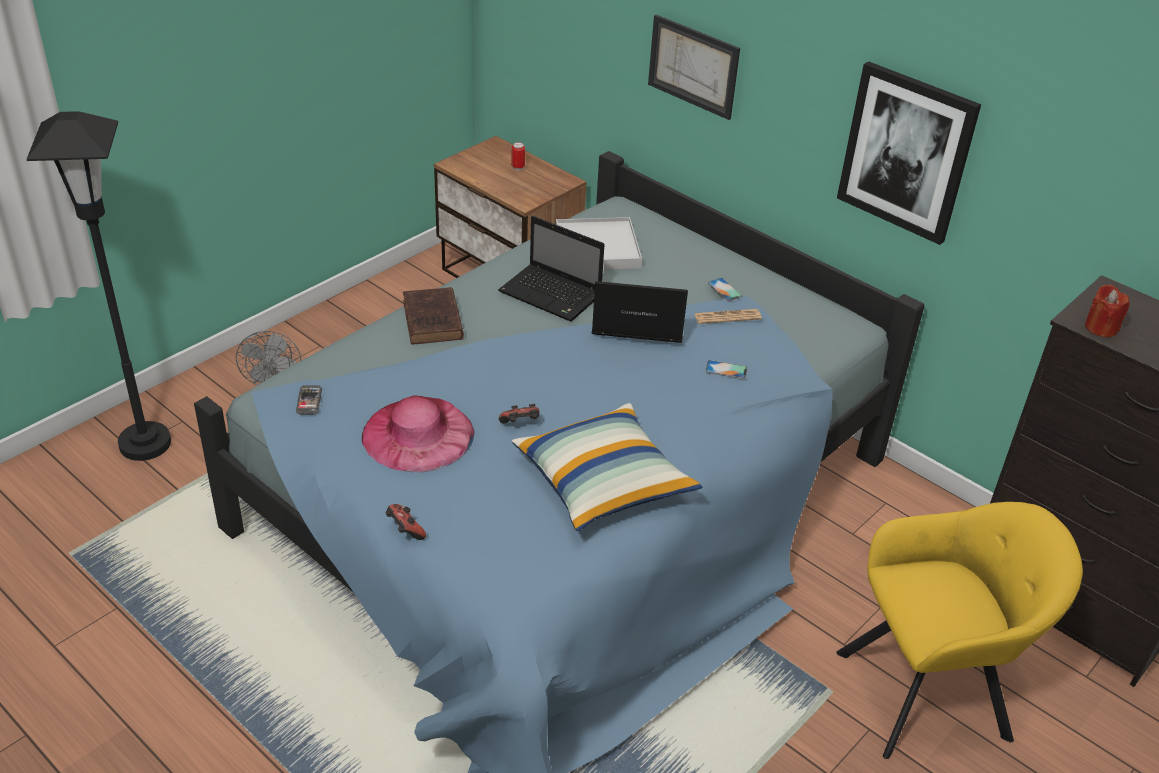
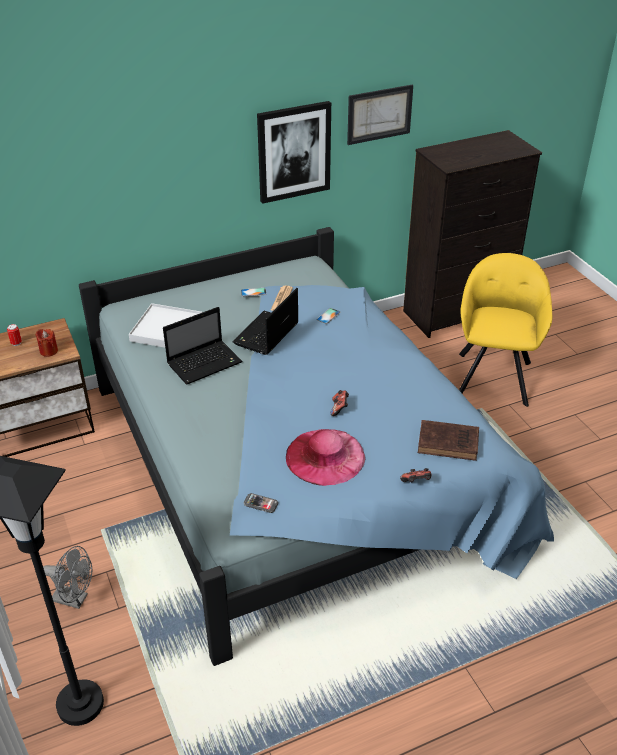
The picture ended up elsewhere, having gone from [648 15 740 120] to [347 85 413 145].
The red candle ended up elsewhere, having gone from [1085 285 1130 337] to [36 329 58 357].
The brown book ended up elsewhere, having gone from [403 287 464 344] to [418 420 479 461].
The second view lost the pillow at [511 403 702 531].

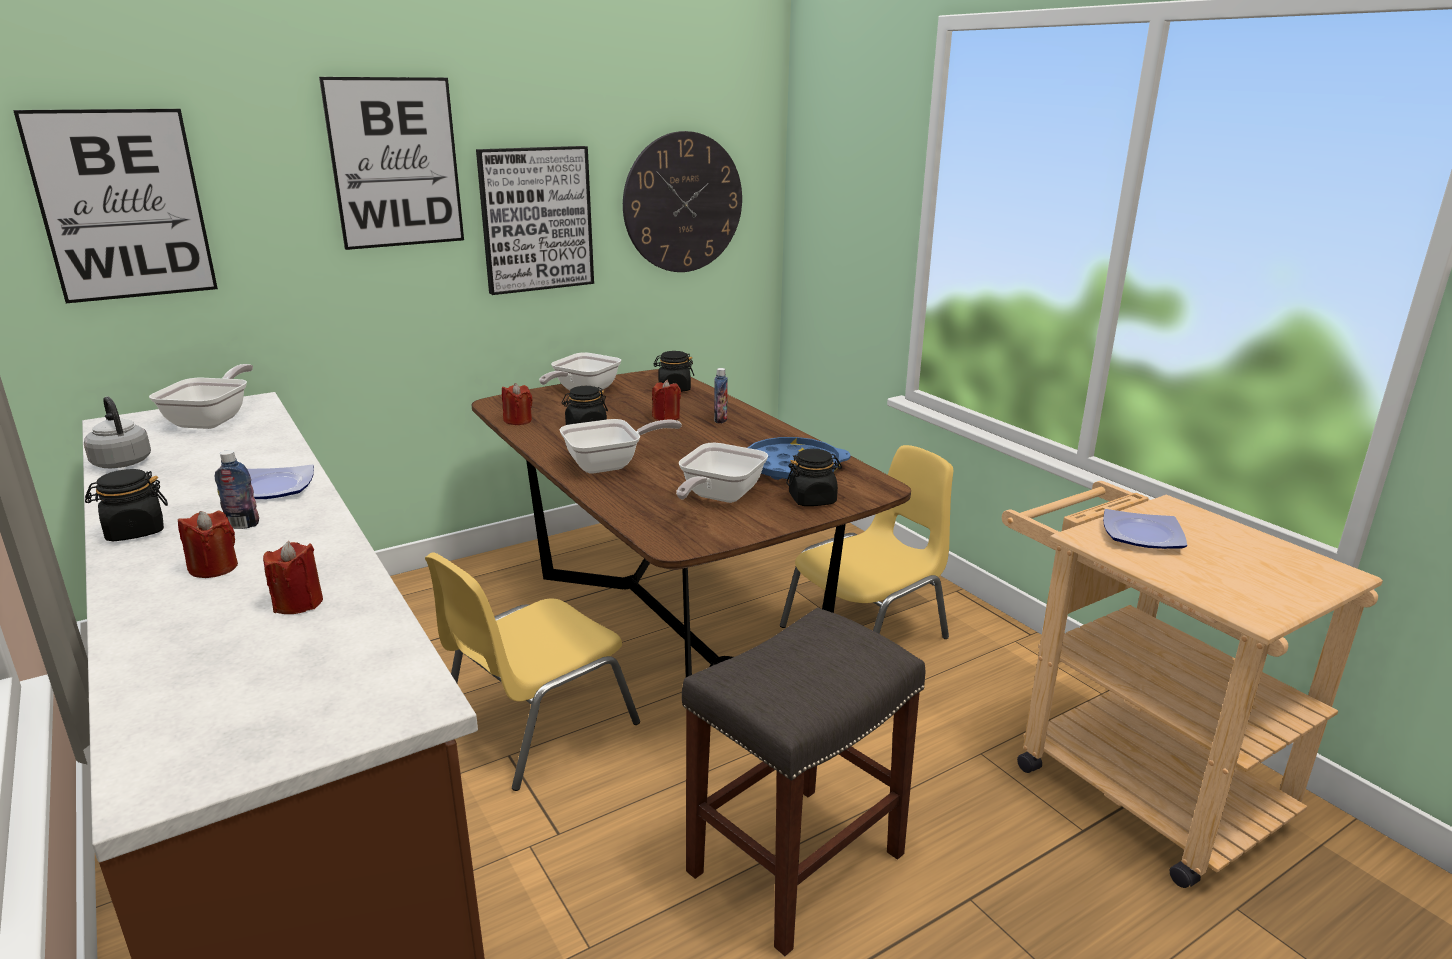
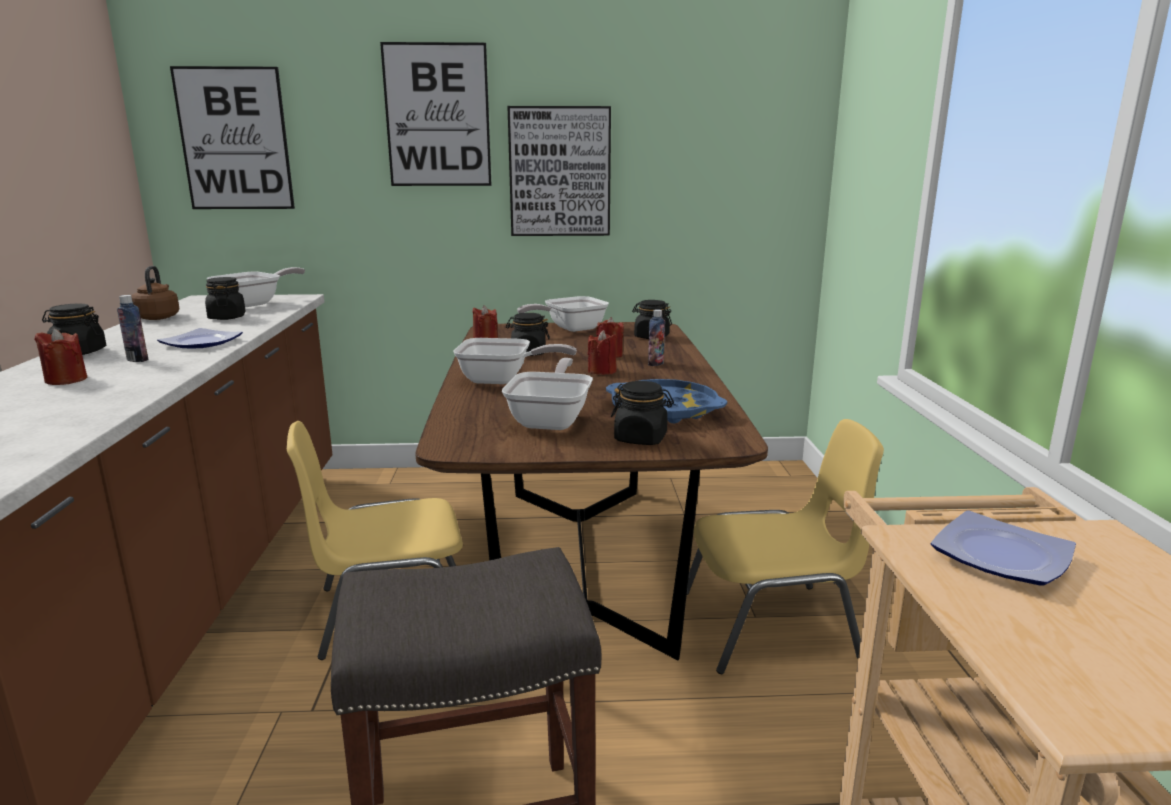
The second view lost the wall clock at [623 131 742 272].
What was the grey kettle at [84 396 151 468] turned into the brown kettle at [131 266 180 320].
The frying pan at [676 443 768 503] ended up facing another way, 135 degrees clockwise from before.
The red candle ended up elsewhere, having gone from [263 541 323 614] to [587 330 617 375].
The second view gained the black jar at [205 277 245 320].

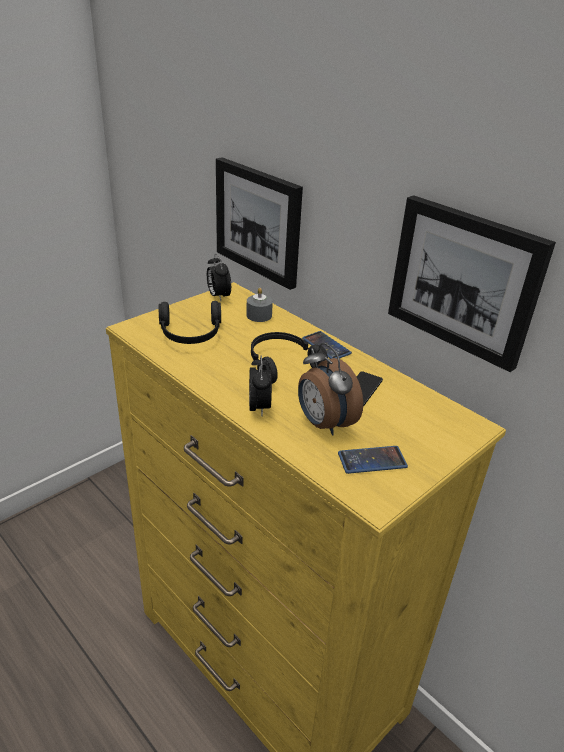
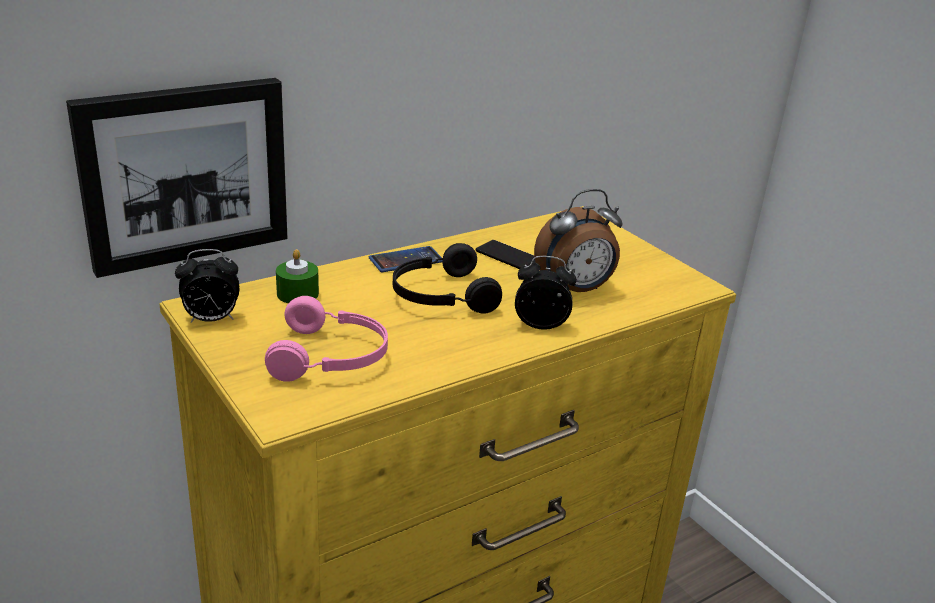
The second view lost the picture at [388 195 556 372].
What was the grey candle at [246 288 273 322] turned into the green candle at [276 249 319 303].
What was the black headphones at [159 301 221 344] turned into the pink headphones at [265 296 388 382].
The second view lost the phone at [338 446 408 474].

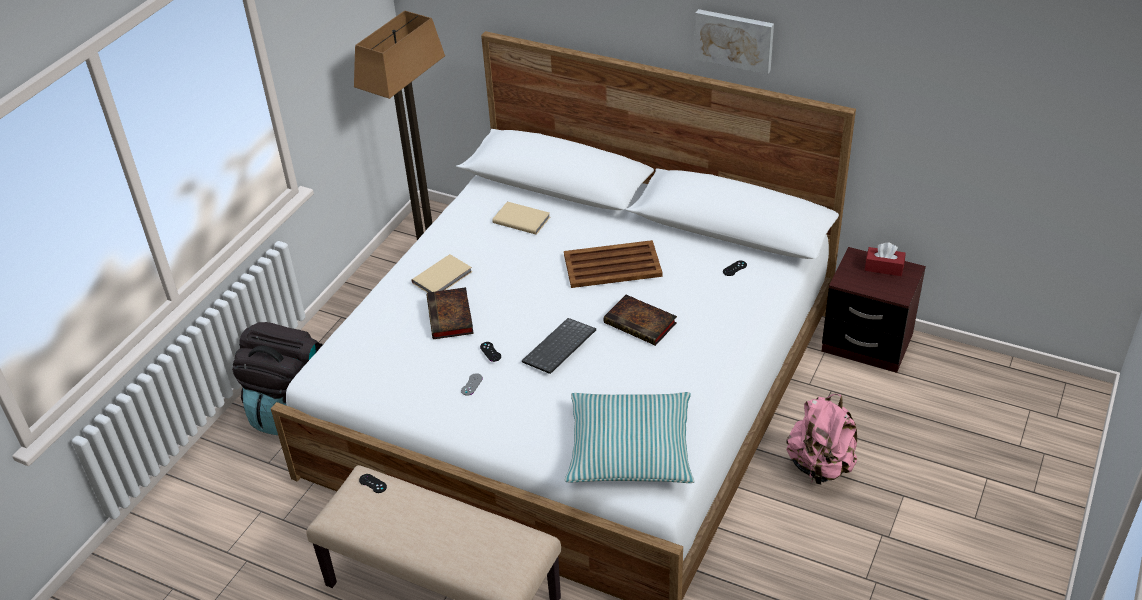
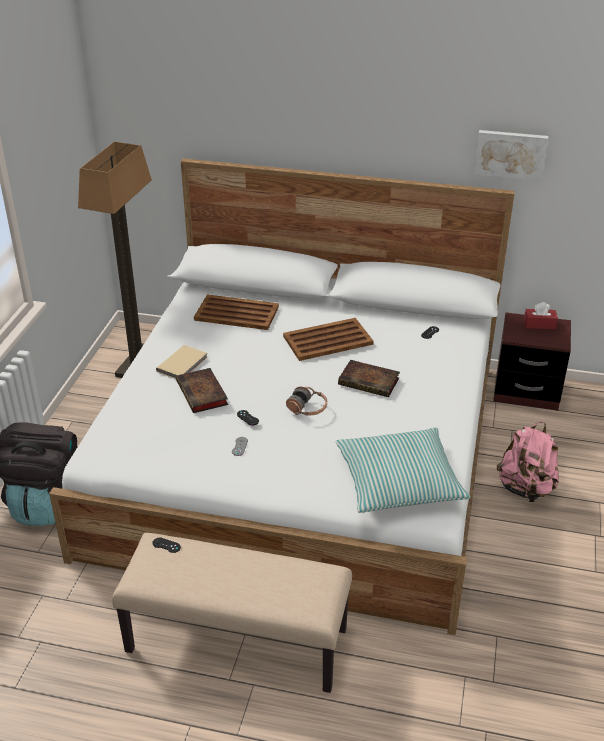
The picture ended up elsewhere, having gone from [694 9 774 74] to [474 130 548 181].
Where the beige book stood at [492 201 550 235], the brown tray came to stand at [194 294 279 330].
Where the keyboard stood at [522 318 596 374], the headphones came to stand at [286 387 327 416].

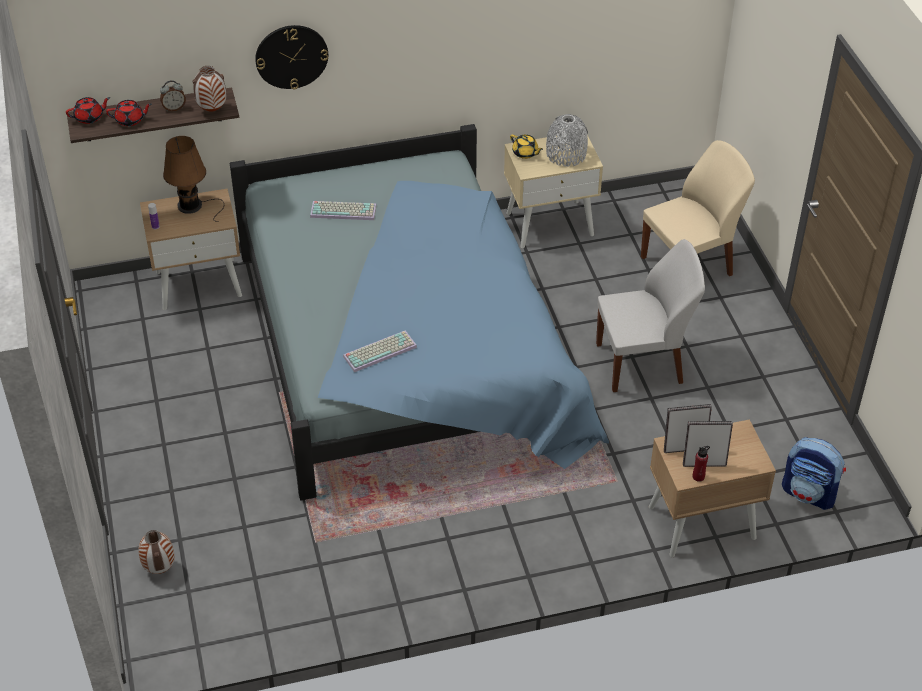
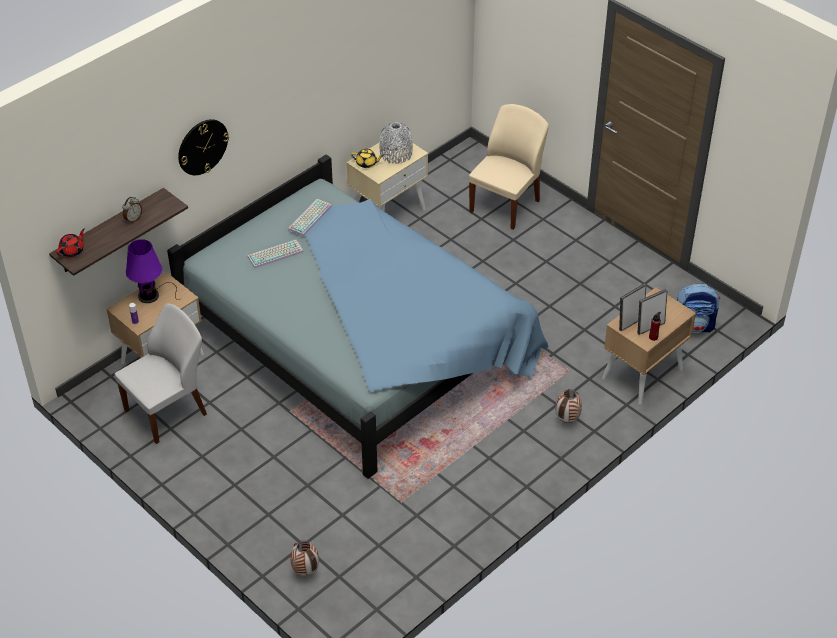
The vase ended up elsewhere, having gone from [192 66 226 112] to [556 389 582 423].
The second view lost the red teapot at [106 100 152 126].
What was the brown table lamp at [163 136 224 222] turned into the purple table lamp at [126 239 180 303].
The white chair ended up elsewhere, having gone from [596 239 705 392] to [115 303 207 444].
The keyboard ended up elsewhere, having gone from [343 330 417 372] to [288 199 332 236].

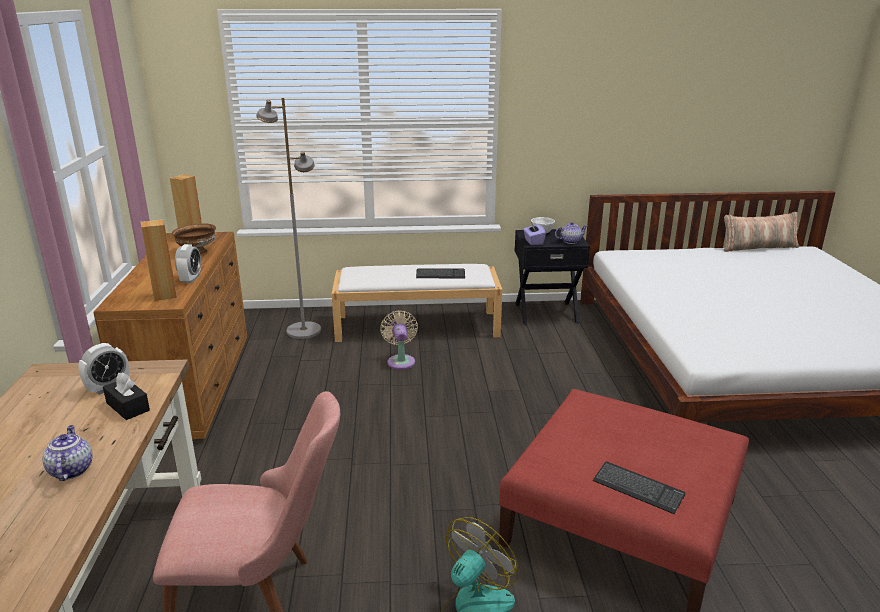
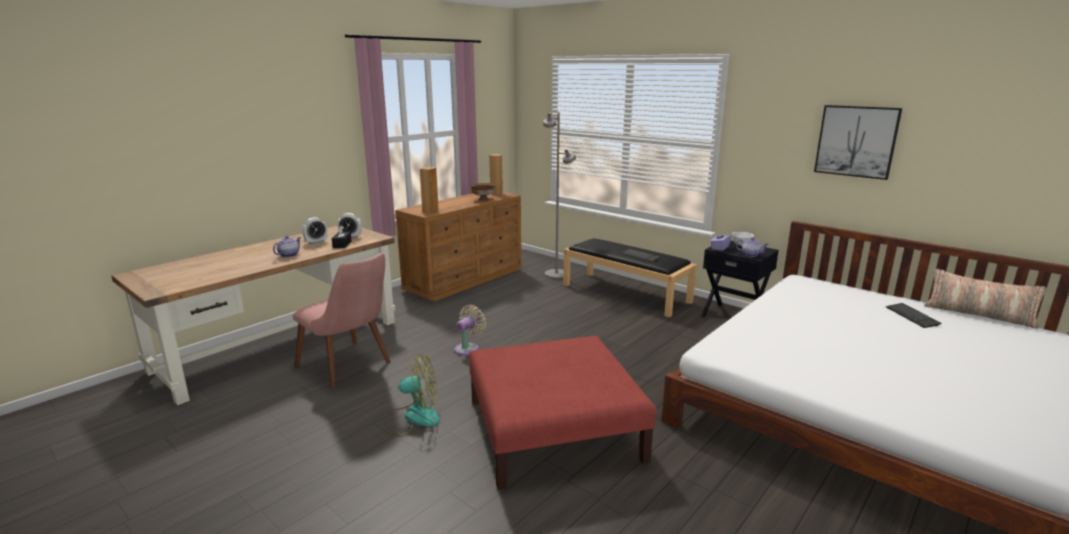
The alarm clock ended up elsewhere, having gone from [175 244 201 283] to [302 217 328 244].
What was the white bench at [331 264 502 342] turned into the black bench at [563 238 697 317].
The beige fan ended up elsewhere, having gone from [380 311 418 370] to [454 305 486 356].
The keyboard ended up elsewhere, having gone from [593 462 686 514] to [886 303 942 328].
The second view gained the picture at [814 105 902 180].

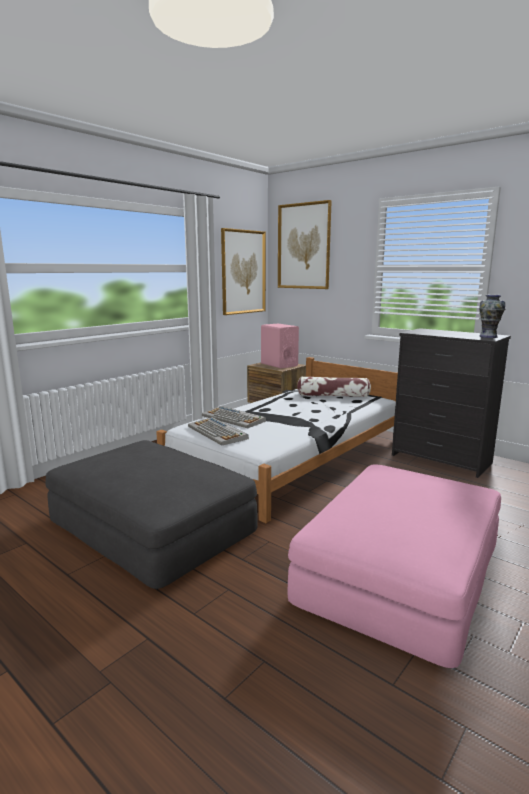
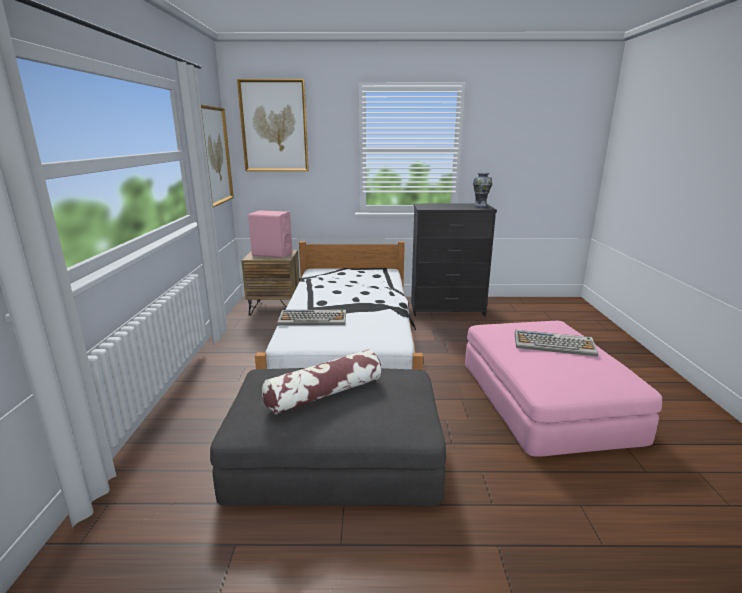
The pillow ended up elsewhere, having gone from [297 377 371 397] to [262 349 382 414].
The keyboard ended up elsewhere, having gone from [188 417 249 446] to [515 330 598 357].

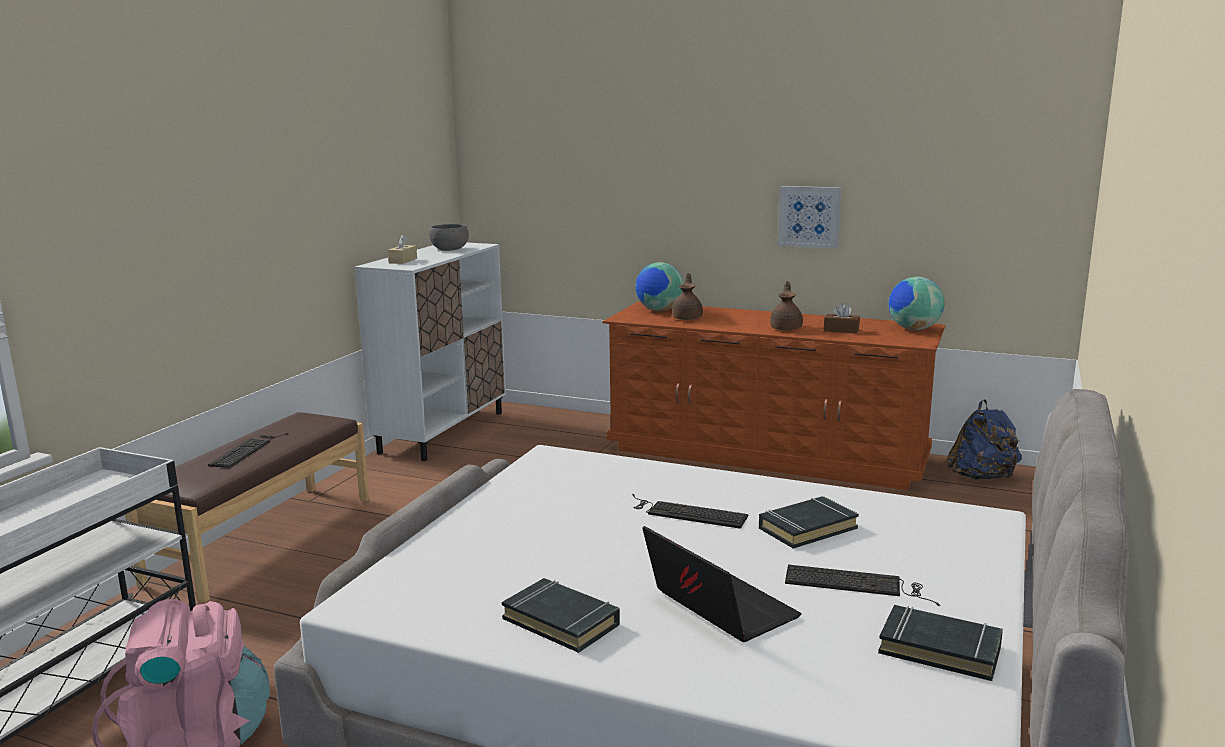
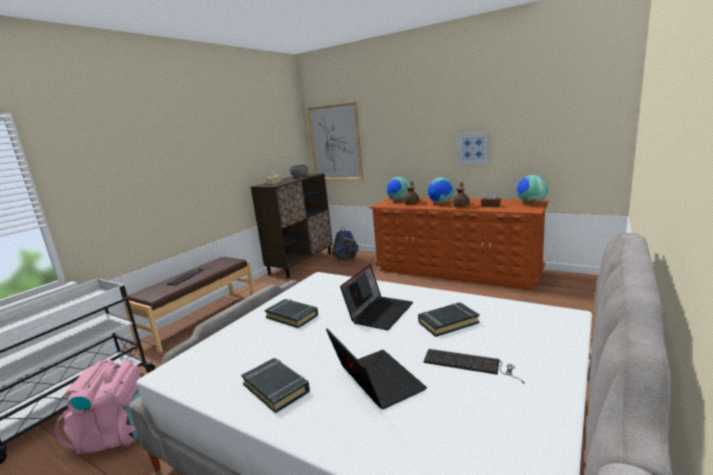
What was the white cabinet at [355 243 506 461] turned into the brown cabinet at [251 173 333 278].
The blue backpack ended up elsewhere, having gone from [947 400 1022 480] to [332 227 359 260].
Where the keyboard stood at [632 494 748 529], the laptop came to stand at [340 264 413 330].
The black book ended up elsewhere, having gone from [878 605 1003 681] to [265 299 318 328].
The second view gained the picture at [307 102 363 179].
The second view gained the globe at [428 177 454 204].

